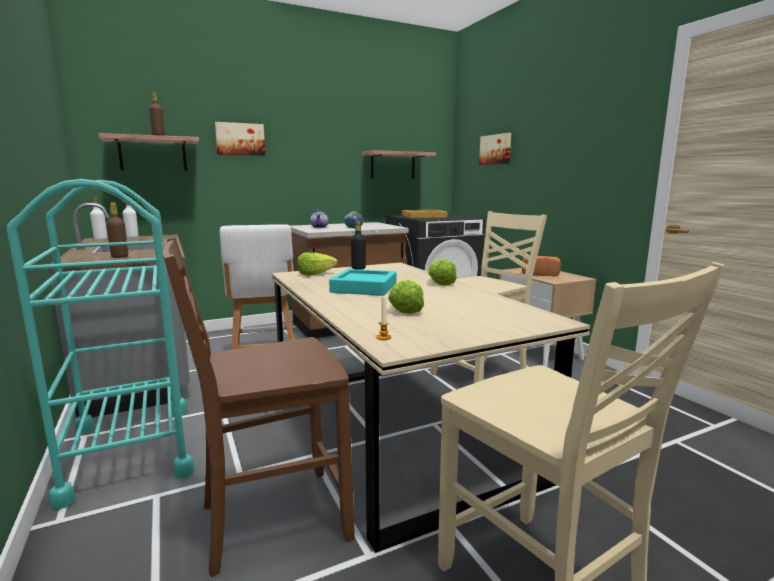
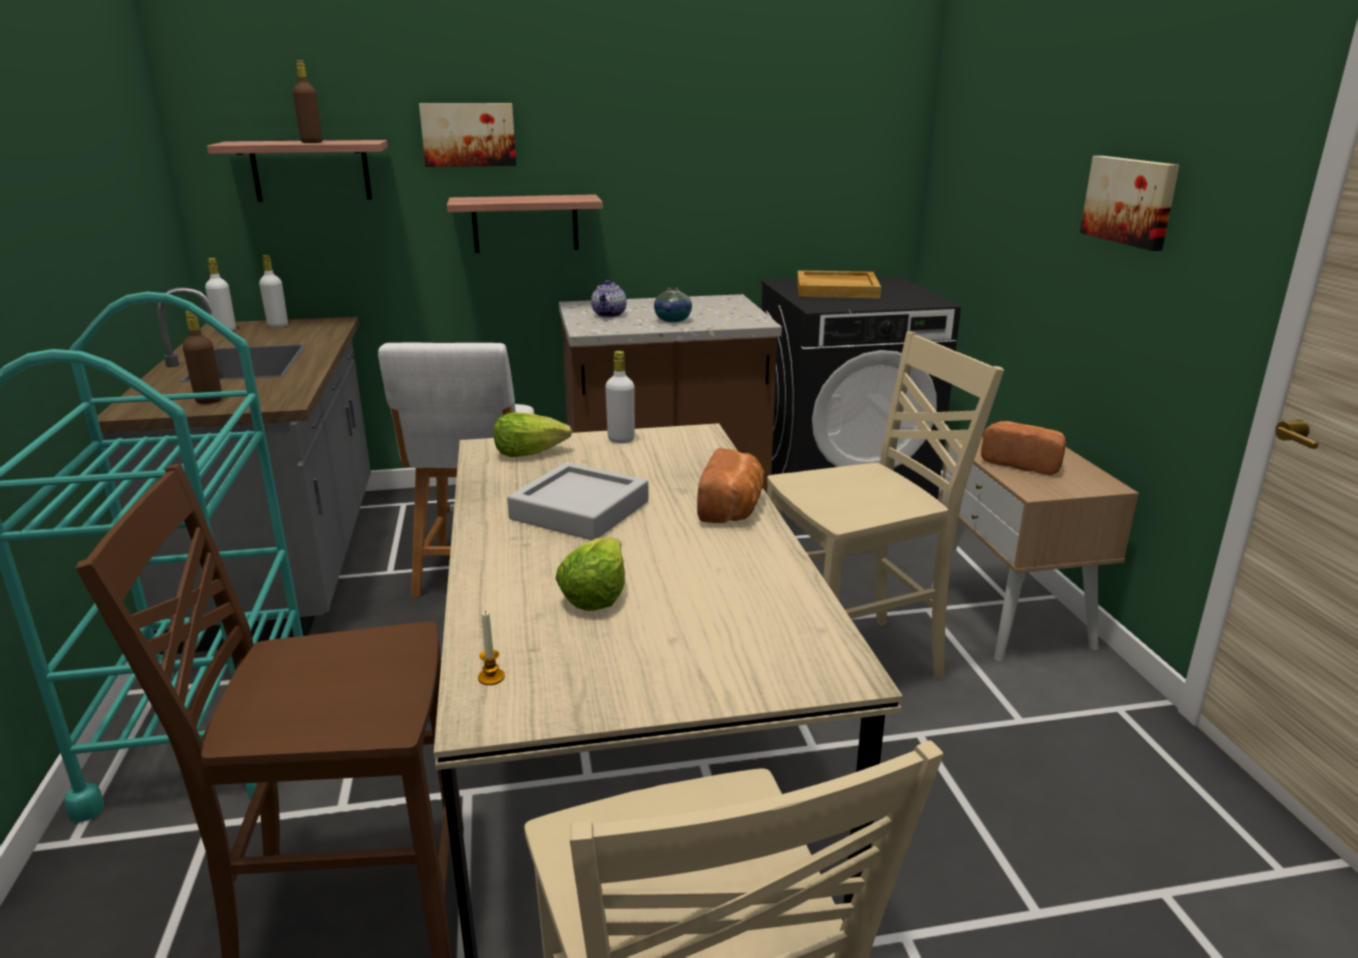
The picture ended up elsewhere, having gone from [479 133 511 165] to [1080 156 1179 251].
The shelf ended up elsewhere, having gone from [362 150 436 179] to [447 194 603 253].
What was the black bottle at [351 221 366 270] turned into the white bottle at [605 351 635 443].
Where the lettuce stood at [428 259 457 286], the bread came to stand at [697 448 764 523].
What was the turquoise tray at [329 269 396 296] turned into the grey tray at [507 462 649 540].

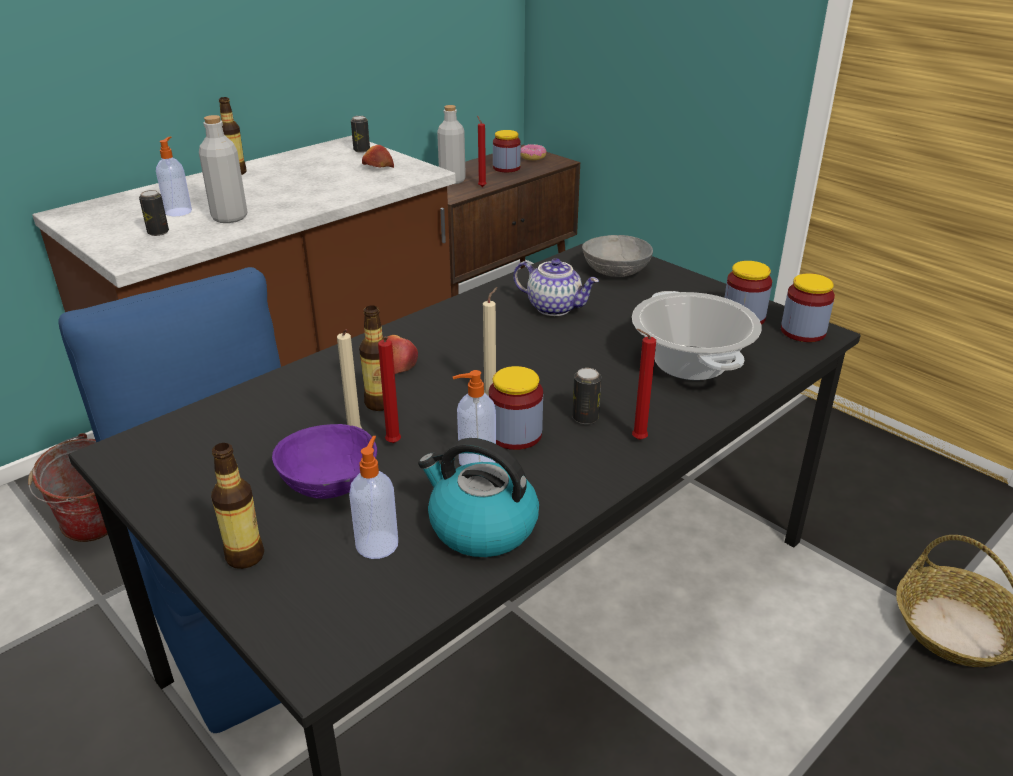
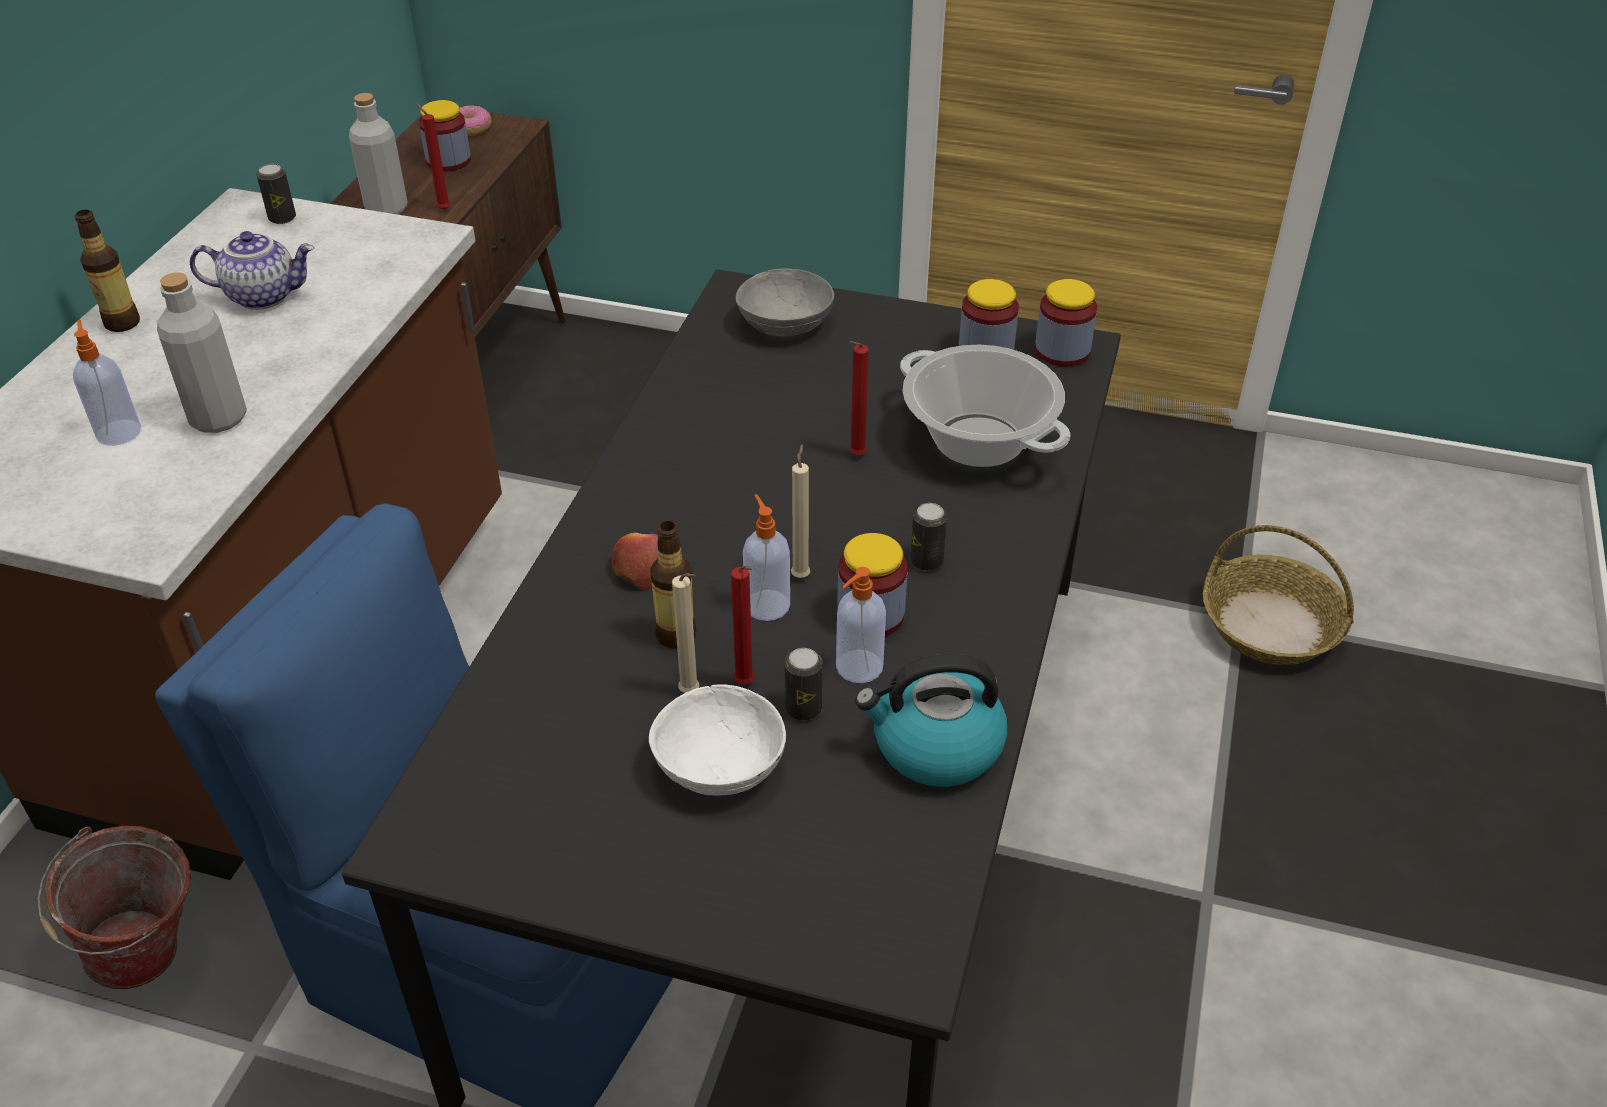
The second view lost the apple at [362 145 394 168].
The can ended up elsewhere, having gone from [139 190 169 236] to [785 648 823 721].
The teapot ended up elsewhere, having gone from [513 258 599 316] to [190 231 314 310].
The red candle ended up elsewhere, having gone from [632 329 656 440] to [849 341 869 455].
What was the purple bowl at [272 424 377 499] turned into the white bowl at [649 684 786 796].
The soap dispenser ended up elsewhere, having gone from [349 436 398 559] to [743 494 790 621].
The second view lost the bottle at [211 443 264 569].

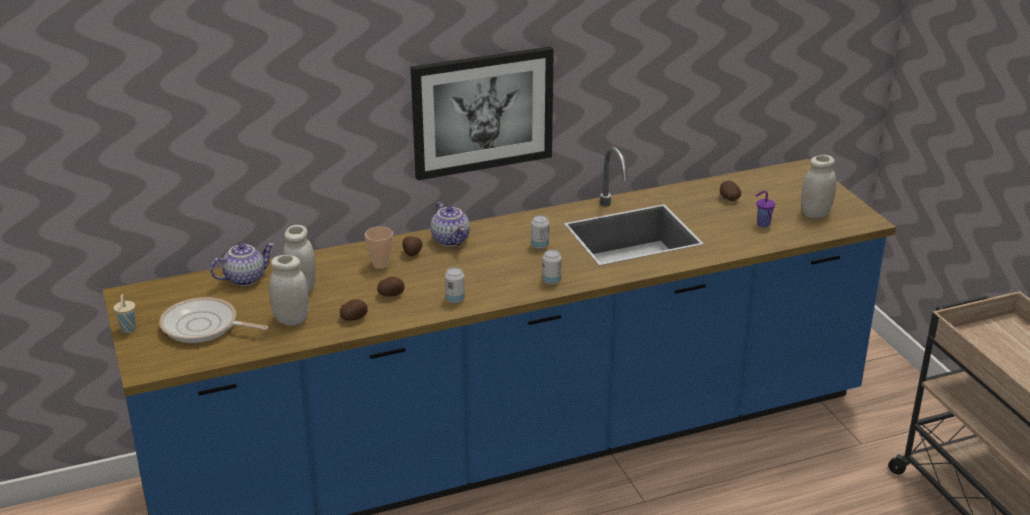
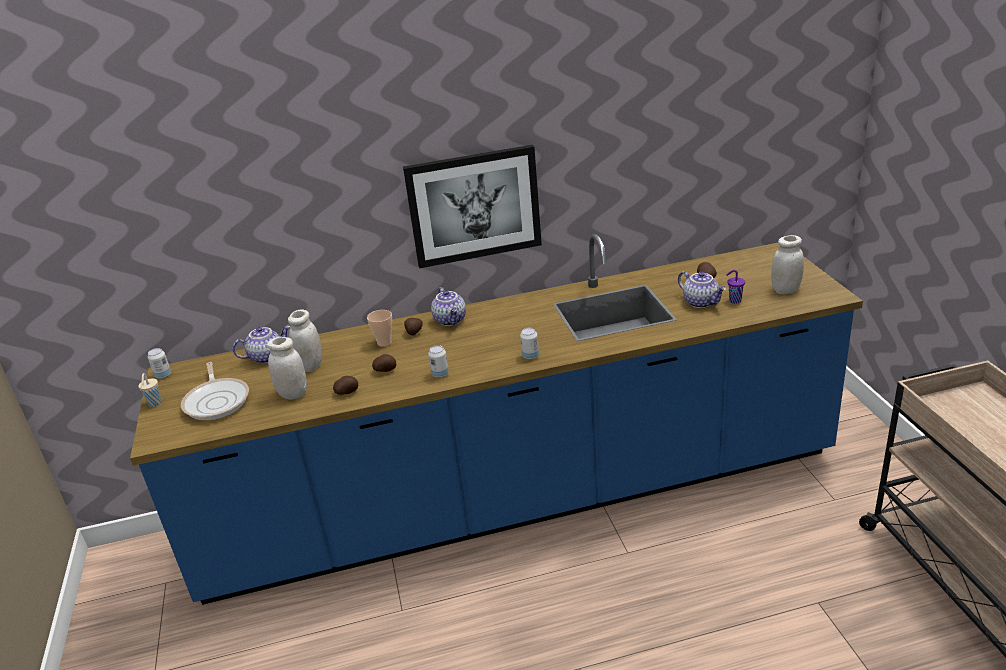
The can ended up elsewhere, having gone from [531 215 549 249] to [148 348 171 379].
The frying pan at [159 297 269 343] ended up facing another way, 135 degrees counterclockwise from before.
The second view gained the teapot at [678 271 726 308].

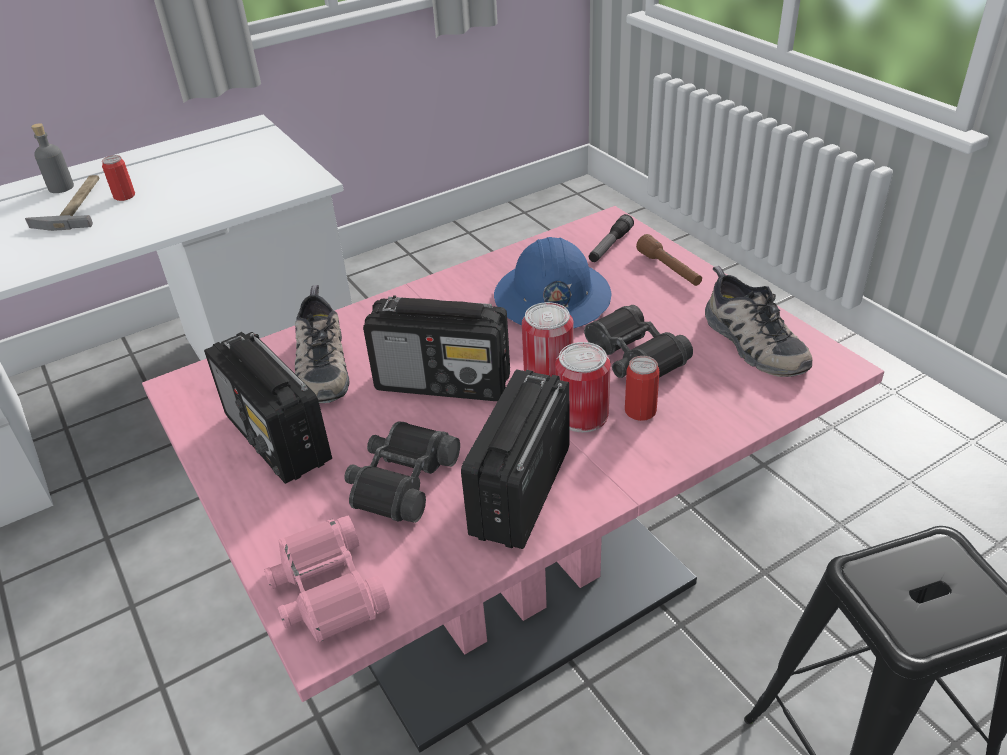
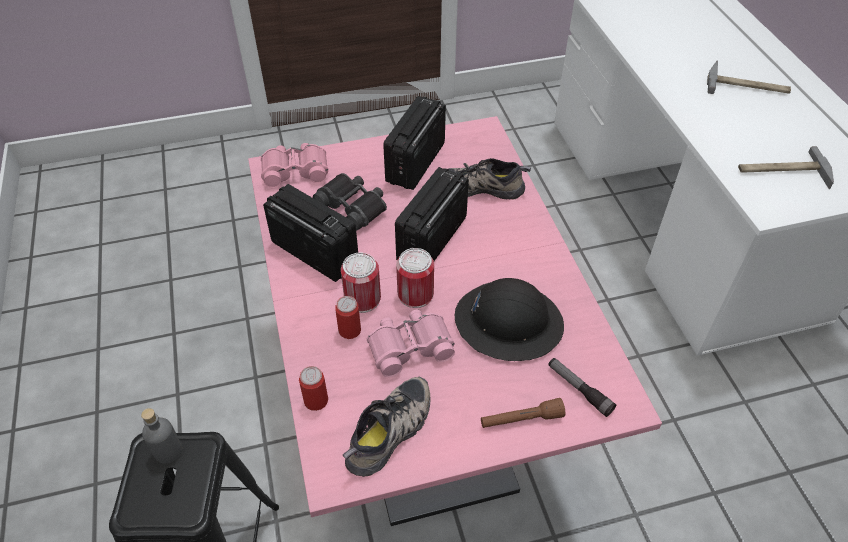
The grey bottle ended up elsewhere, having gone from [31 123 74 193] to [141 408 182 464].
The can ended up elsewhere, having gone from [102 155 135 201] to [299 366 328 411].
What was the blue hard hat at [494 237 611 329] turned into the black hard hat at [455 278 564 361].
The shoe at [705 266 812 377] ended up facing another way, 135 degrees clockwise from before.
What was the black binoculars at [584 305 693 378] turned into the pink binoculars at [367 310 455 377].
The radio at [204 332 332 484] ended up facing another way, 45 degrees counterclockwise from before.
The second view gained the hammer at [738 146 834 189].

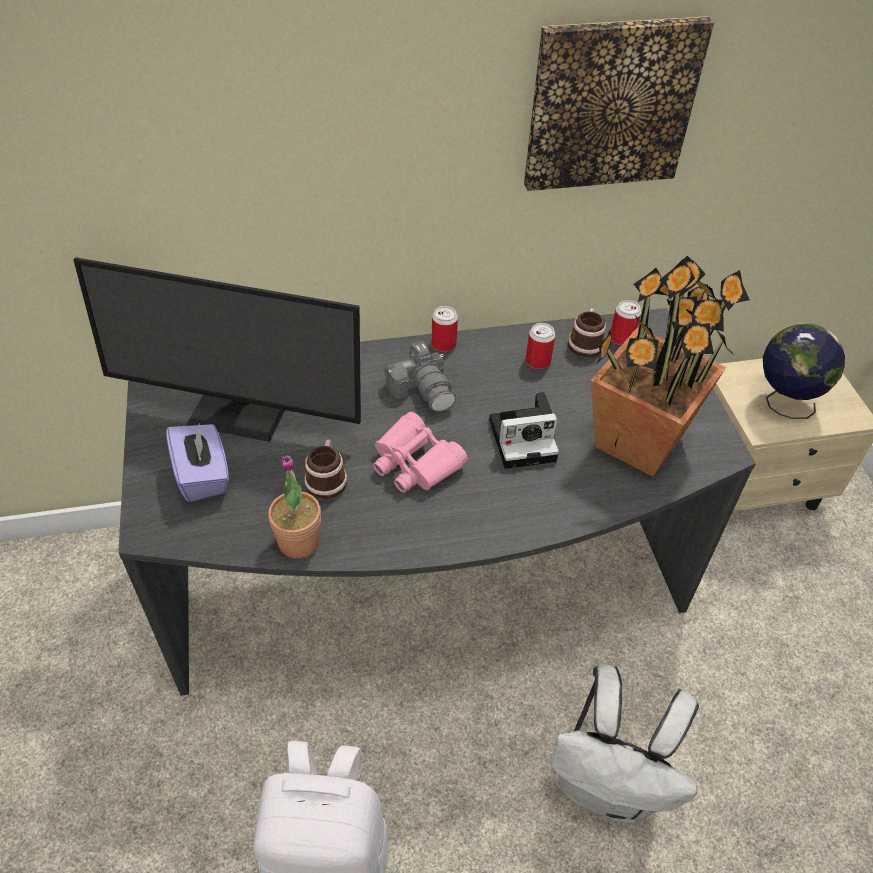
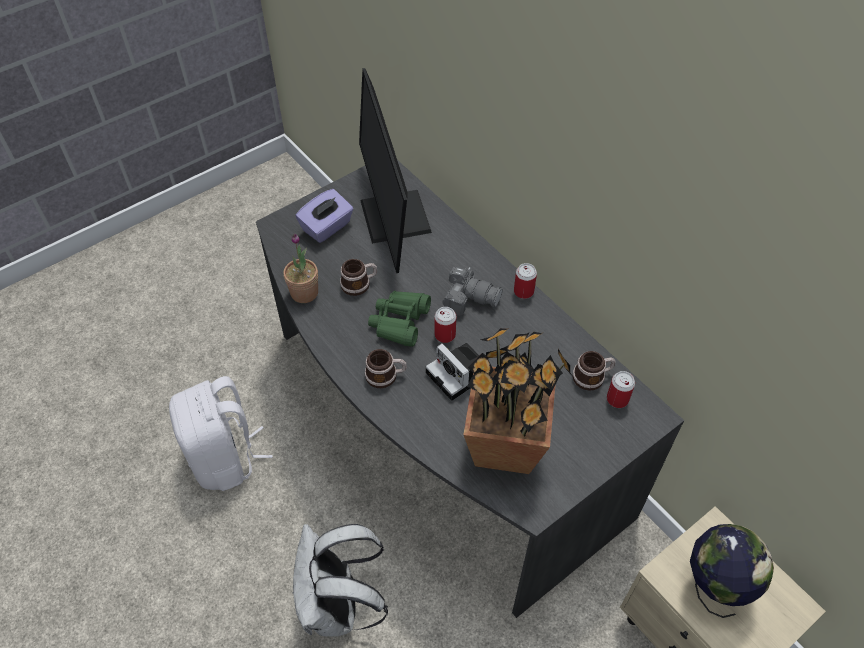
The second view lost the picture at [524 16 714 191].
The can ended up elsewhere, having gone from [526 323 555 369] to [434 307 456 343].
The photo camera at [384 341 456 412] ended up facing another way, 105 degrees counterclockwise from before.
What was the pink binoculars at [373 412 468 493] turned into the green binoculars at [368 291 431 347].
The second view gained the mug at [365 349 407 388].

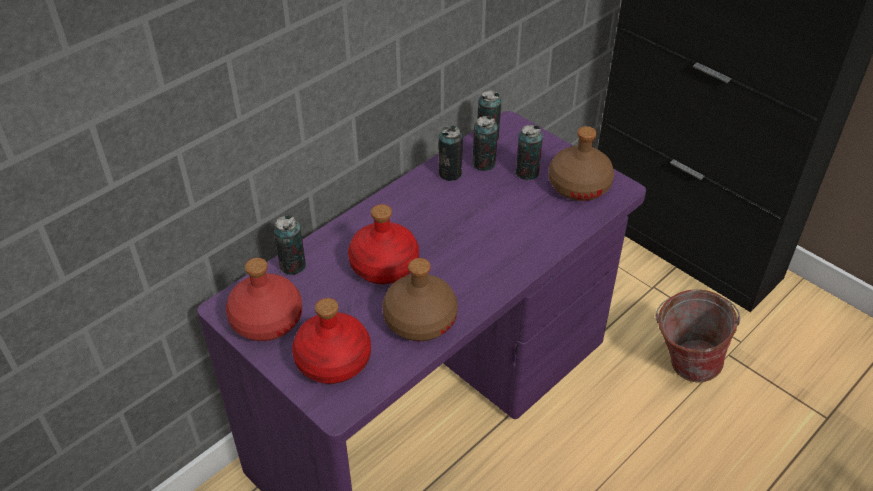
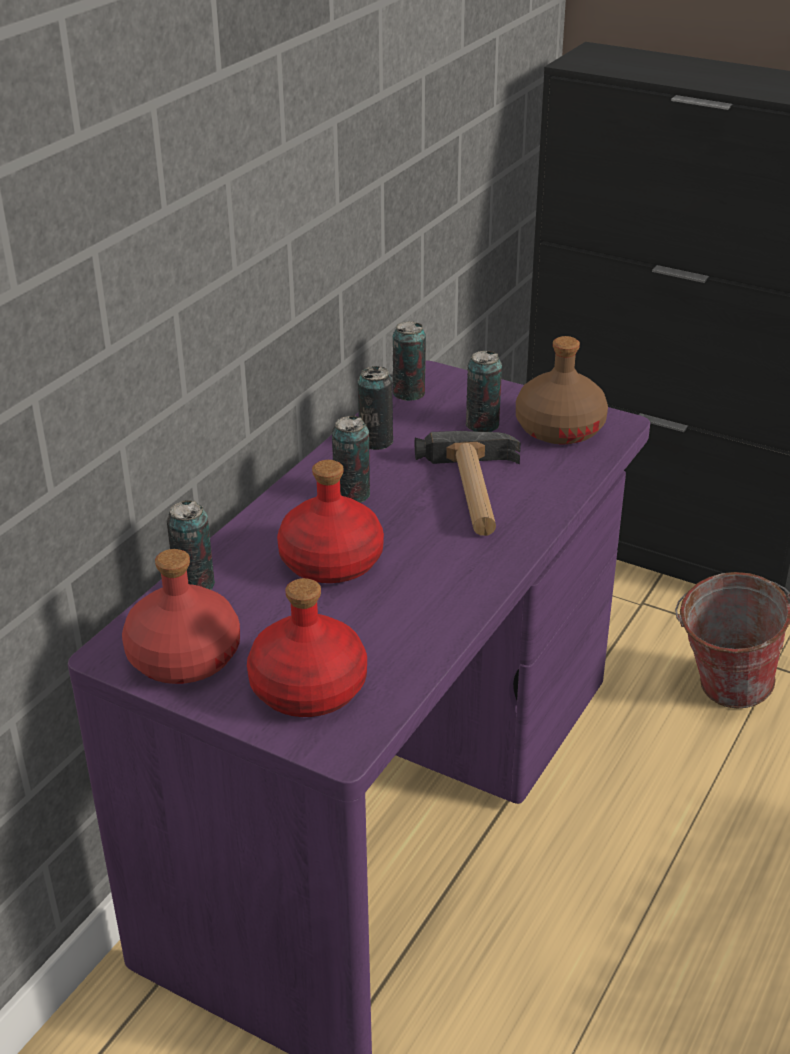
The can ended up elsewhere, having gone from [472 116 498 171] to [332 416 370 503].
The second view lost the brown bottle at [382 258 458 341].
The second view gained the hammer at [415 431 521 536].

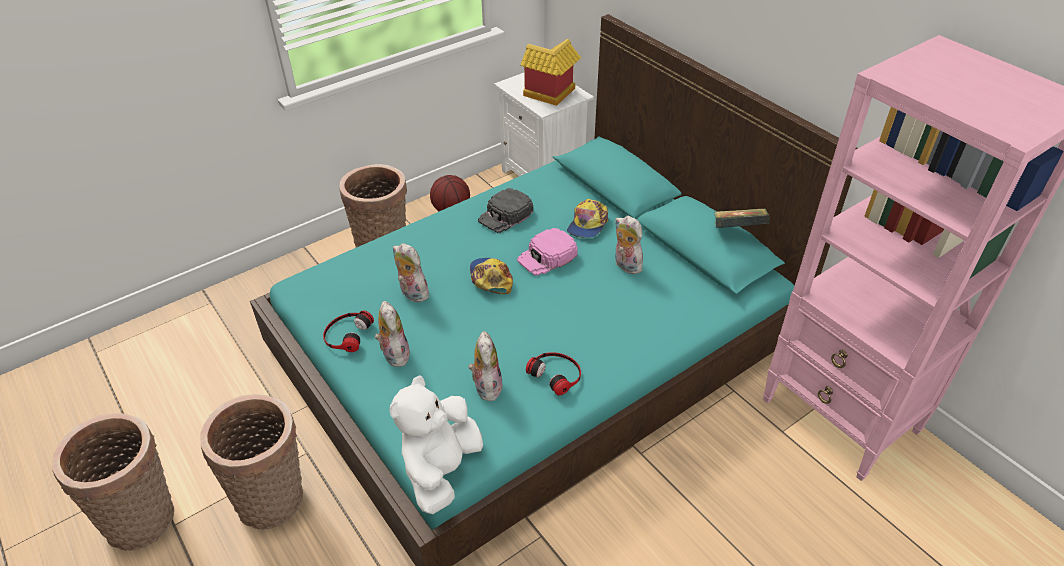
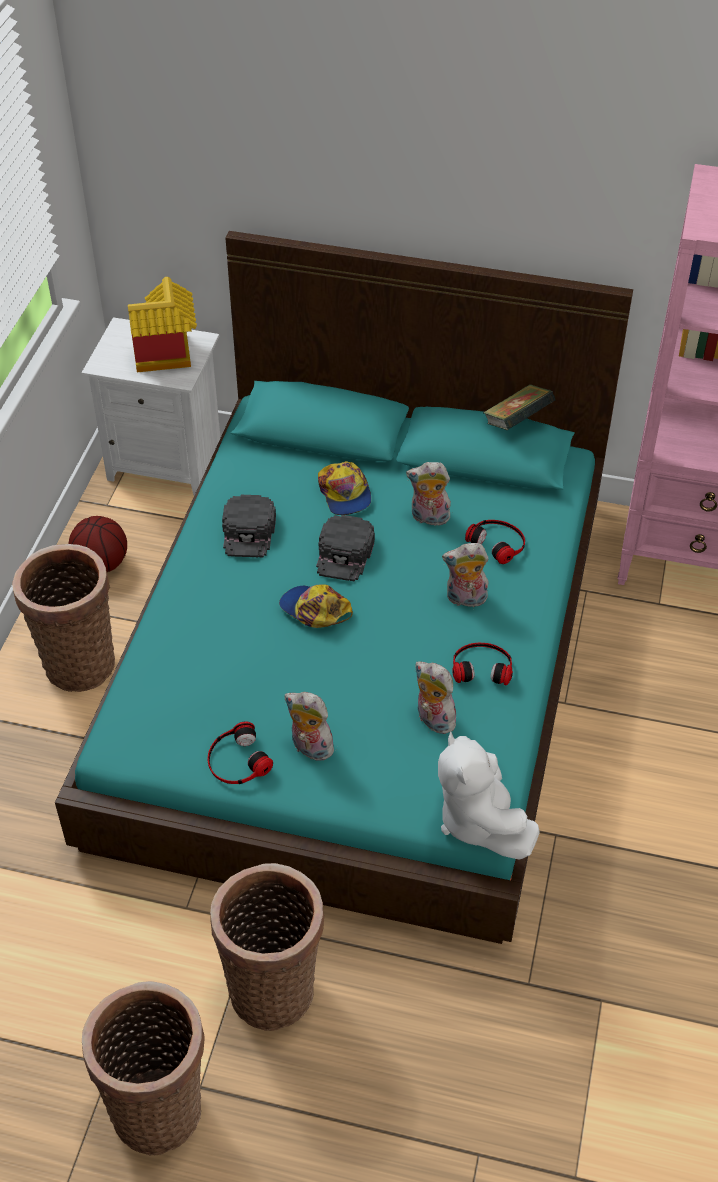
What was the pink cap at [517 228 578 276] turned into the black cap at [316 515 375 582].
The plush toy ended up elsewhere, having gone from [393 243 429 302] to [442 543 489 607].
The second view gained the headphones at [465 520 525 564].

